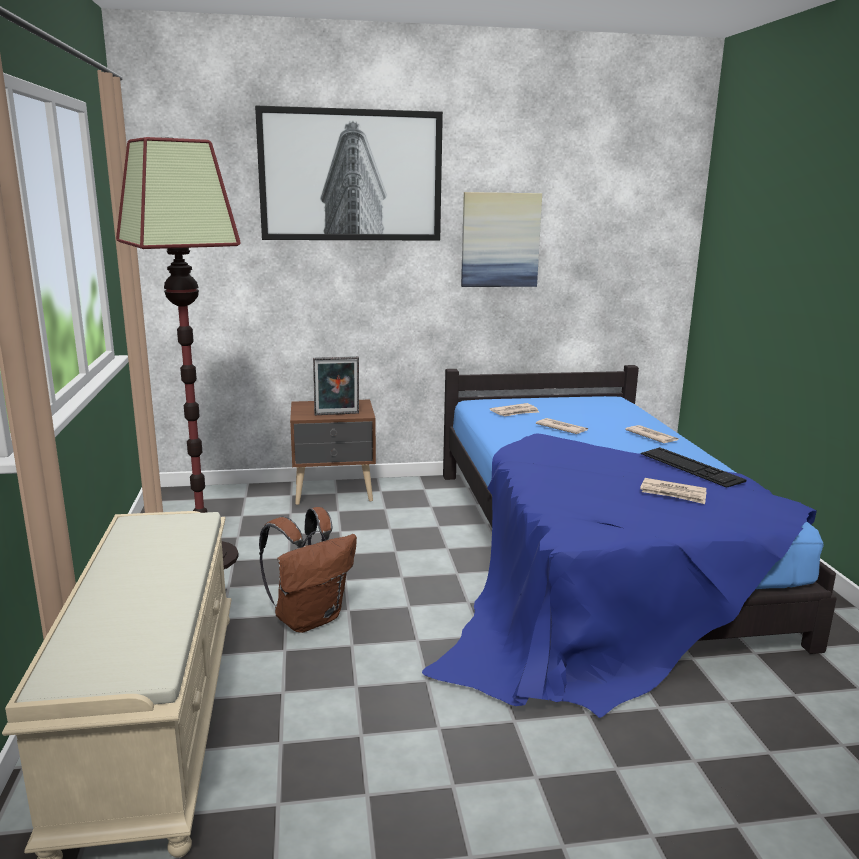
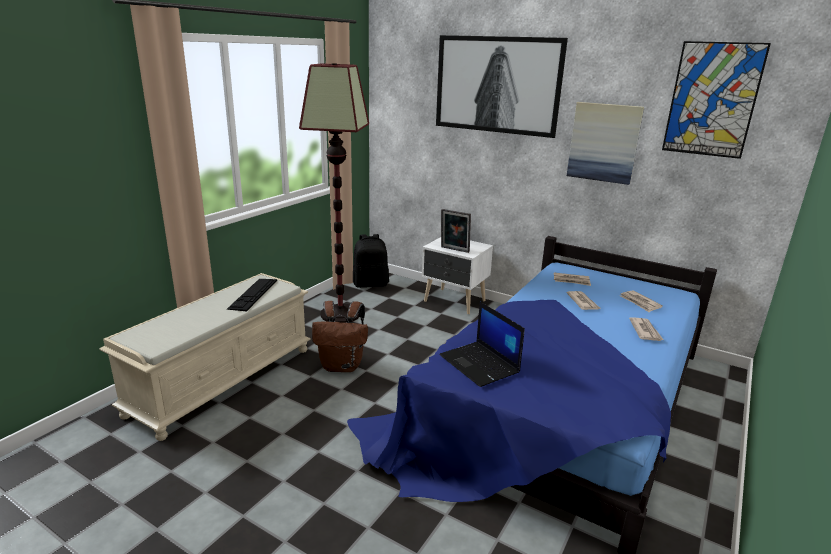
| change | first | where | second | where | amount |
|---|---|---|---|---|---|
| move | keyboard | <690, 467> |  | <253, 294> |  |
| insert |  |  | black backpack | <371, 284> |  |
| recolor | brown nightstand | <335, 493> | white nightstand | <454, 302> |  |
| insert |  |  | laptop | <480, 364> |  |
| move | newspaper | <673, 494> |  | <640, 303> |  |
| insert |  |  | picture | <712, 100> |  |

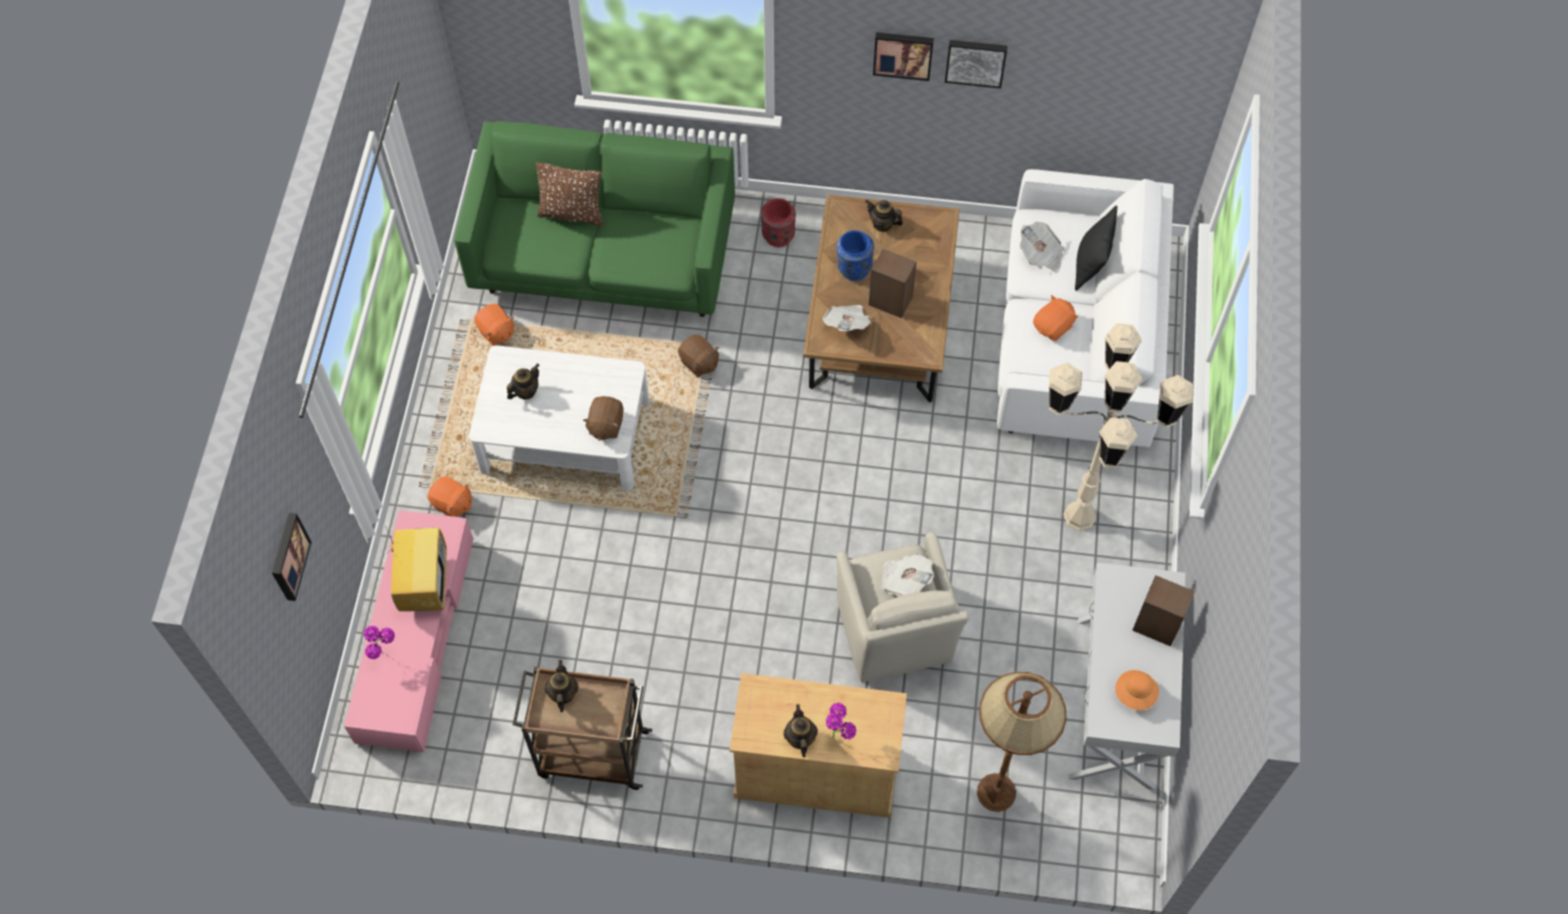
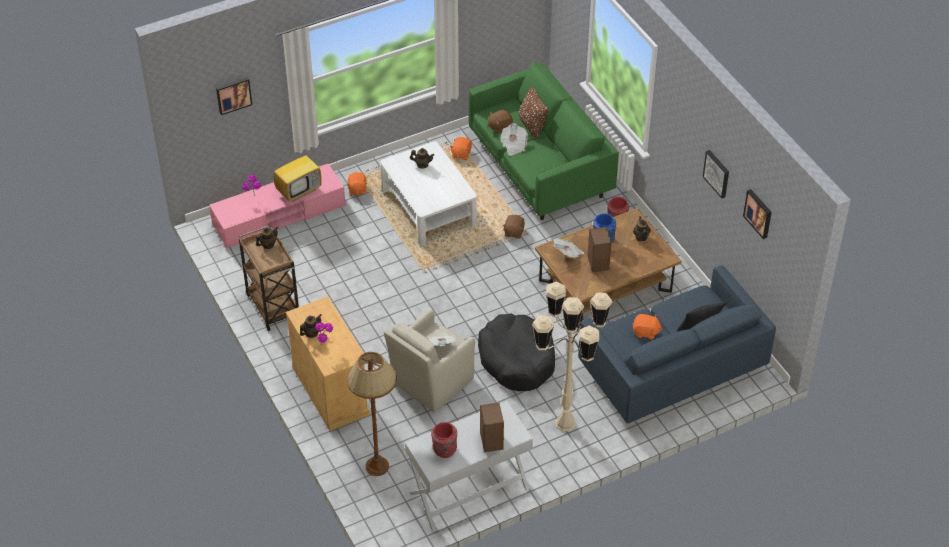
| change | first | where | second | where | amount |
|---|---|---|---|---|---|
| replace | orange hat | <1135, 694> | red vase | <444, 450> |  |
| insert |  |  | black dog bed | <517, 359> |  |
| move | brown plush toy | <605, 425> |  | <500, 127> |  |
| move | newspaper | <1041, 255> |  | <513, 145> |  |
| recolor | white sofa | <1074, 341> | blue sofa | <671, 369> |  |
| move | picture | <903, 54> |  | <759, 213> |  |

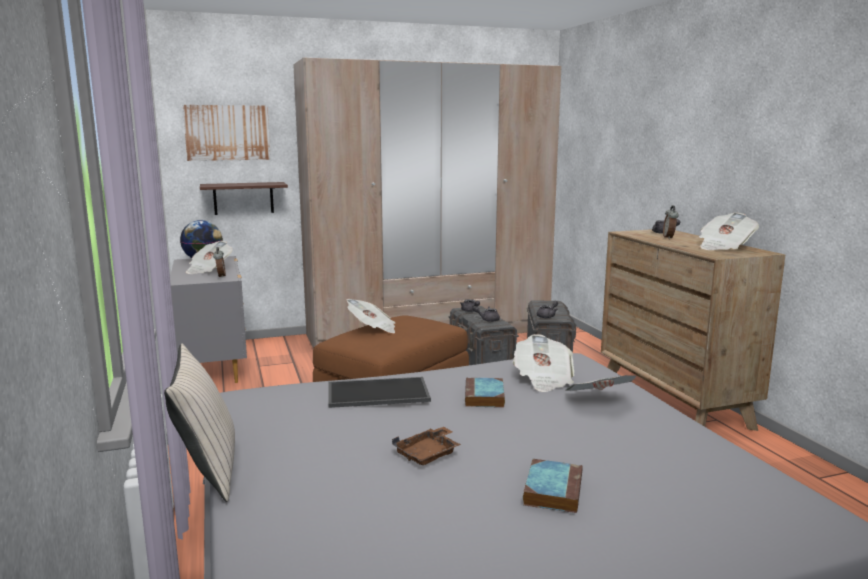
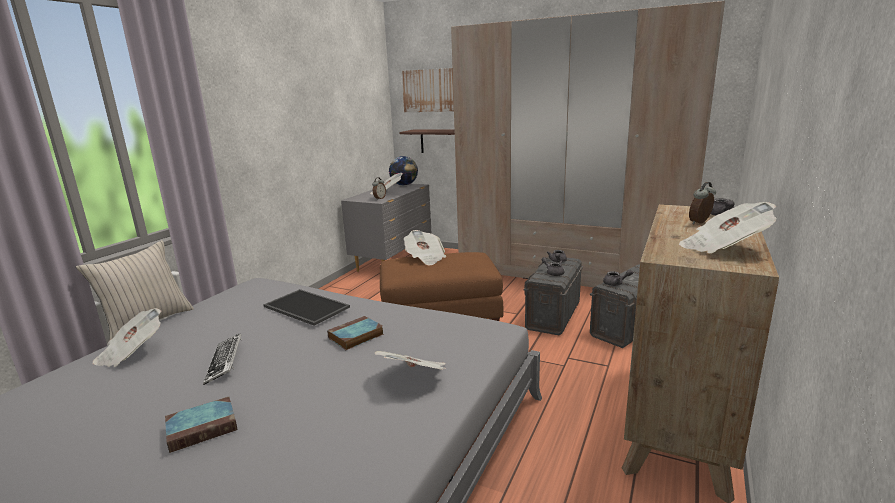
| change | first | where | second | where | amount |
|---|---|---|---|---|---|
| move | newspaper | <543, 379> |  | <132, 353> |  |
| replace | brown tray | <428, 454> | keyboard | <225, 362> |  |

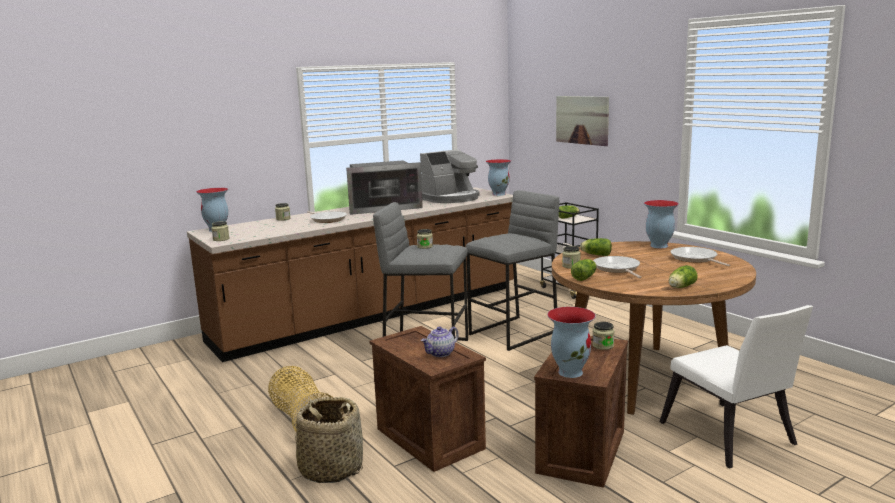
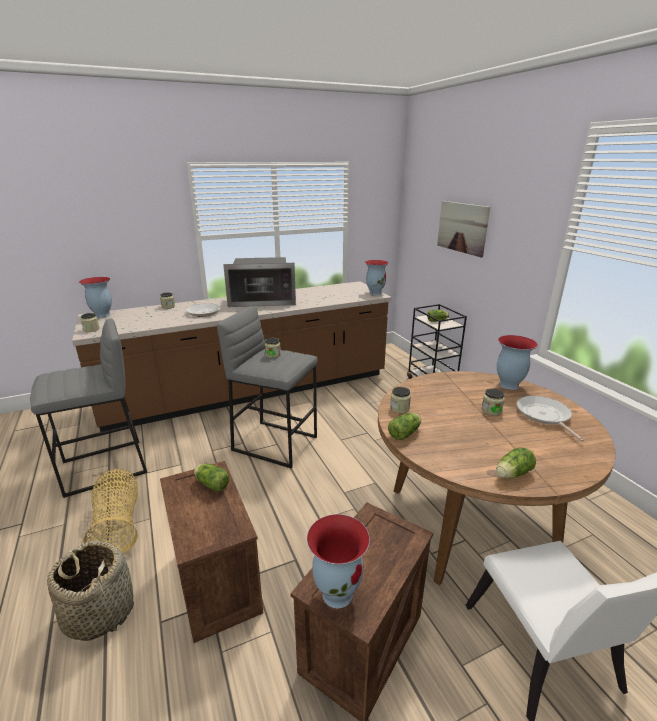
| change | first | where | second | where | amount |
|---|---|---|---|---|---|
| move | grey stool | <514, 333> |  | <104, 468> |  |
| move | lettuce | <595, 254> |  | <211, 484> |  |
| move | jar | <603, 346> |  | <491, 410> |  |
| delete | coffee machine | <451, 198> |  |  |  |
| delete | teapot | <440, 353> |  |  |  |
| delete | frying pan | <617, 269> |  |  |  |

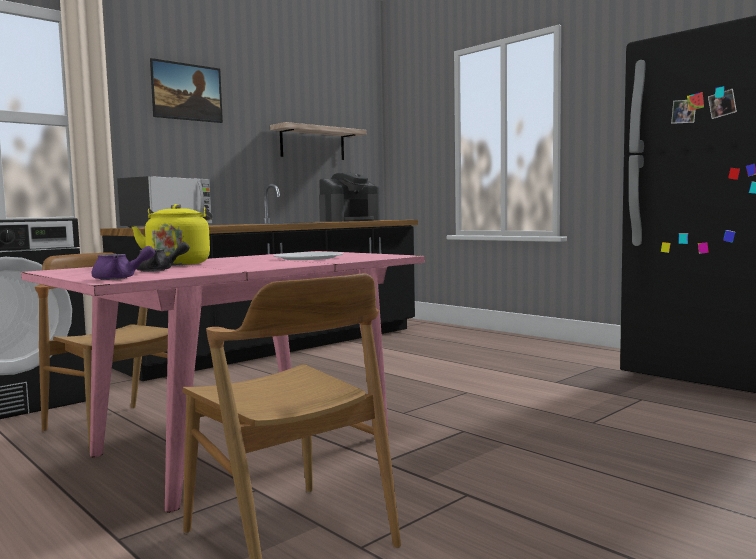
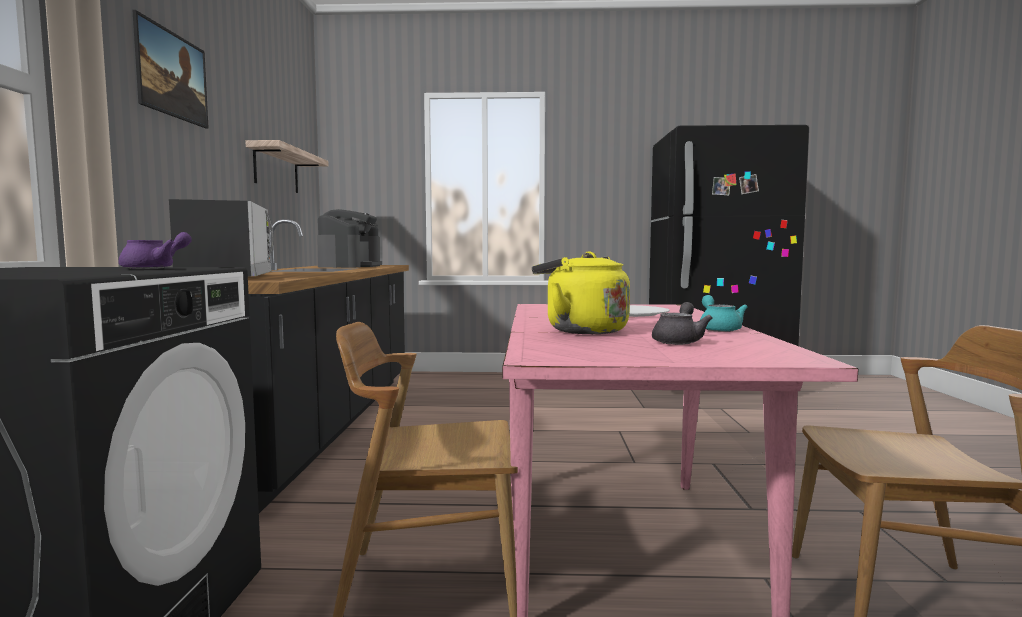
| change | first | where | second | where | amount |
|---|---|---|---|---|---|
| move | purple teapot | <120, 278> |  | <156, 268> |  |
| insert |  |  | turquoise teapot | <718, 329> |  |

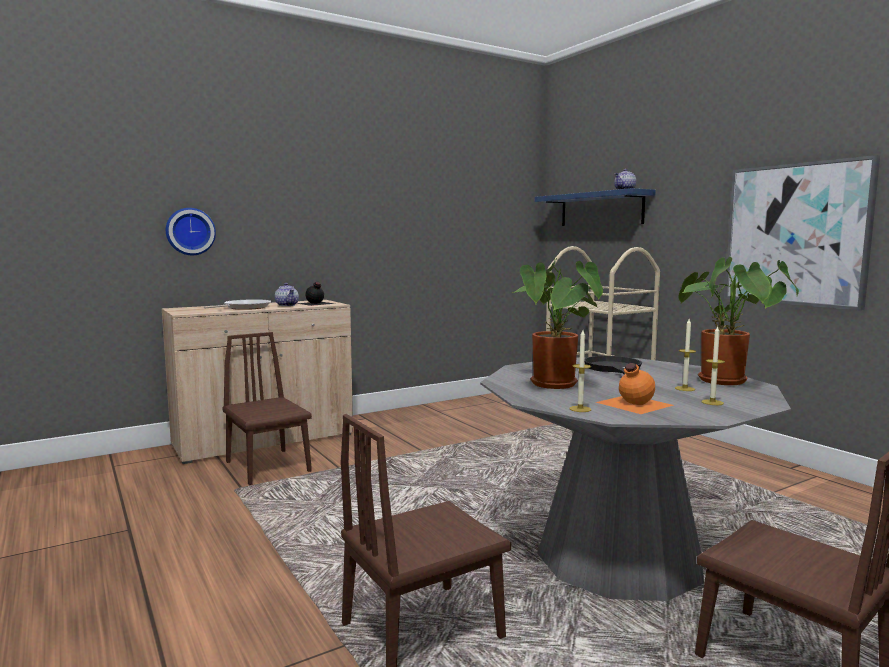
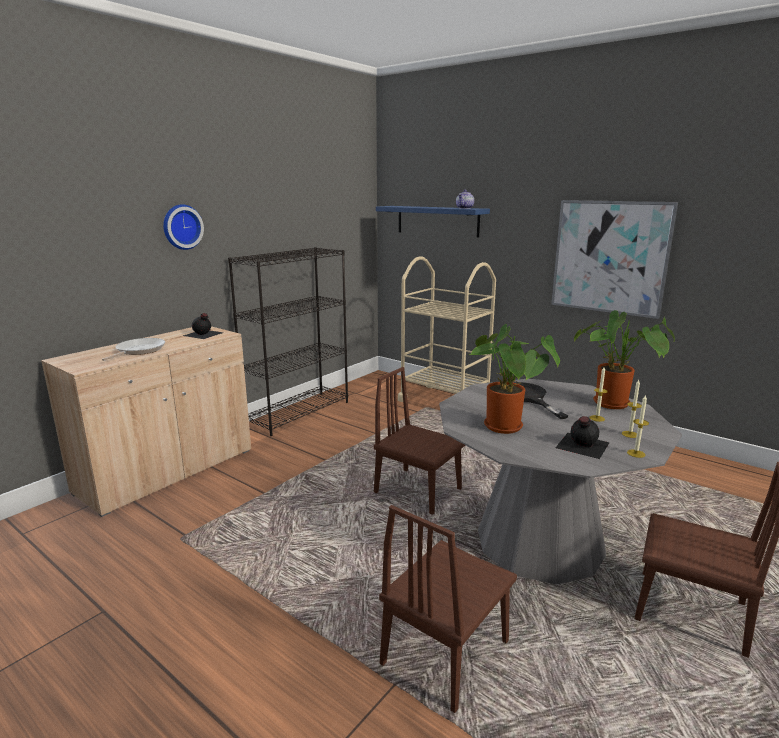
| change | first | where | second | where | amount |
|---|---|---|---|---|---|
| move | wall clock | <190, 231> |  | <181, 227> |  |
| insert |  |  | black bookcase | <298, 412> |  |
| move | brown chair | <268, 466> |  | <418, 491> |  |
| recolor | orange bottle | <633, 403> | black bottle | <581, 445> |  |
| move | candle | <580, 409> |  | <636, 453> |  |
| delete | teapot | <287, 305> |  |  |  |

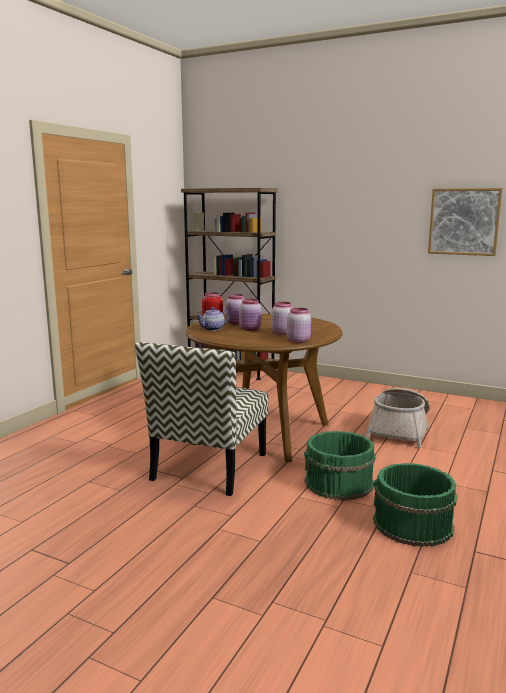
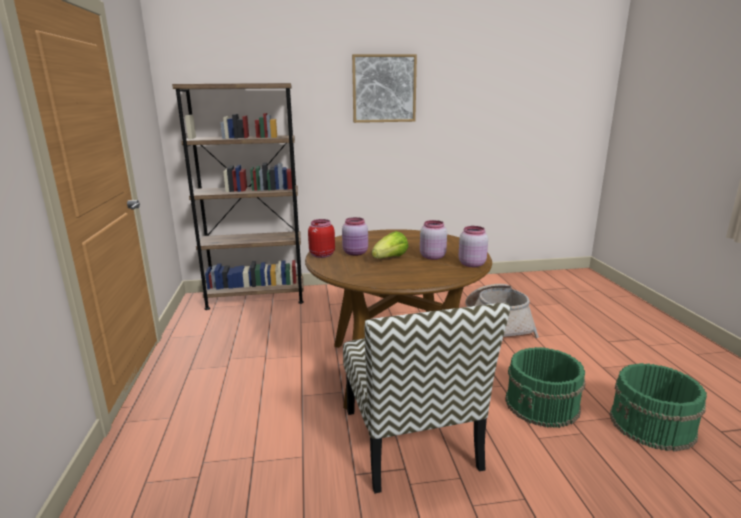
| change | first | where | second | where | amount |
|---|---|---|---|---|---|
| move | picture | <464, 221> |  | <384, 88> |  |
| replace | pink jar | <250, 329> | lettuce | <390, 258> |  |
| delete | teapot | <213, 329> |  |  |  |

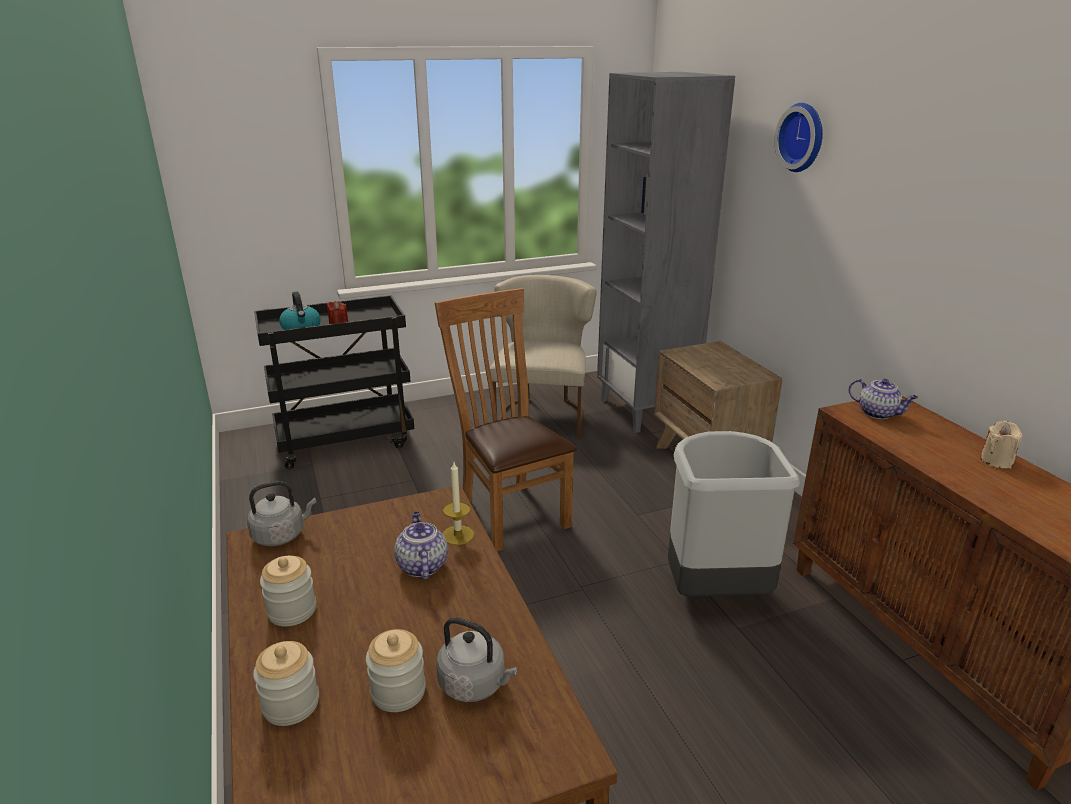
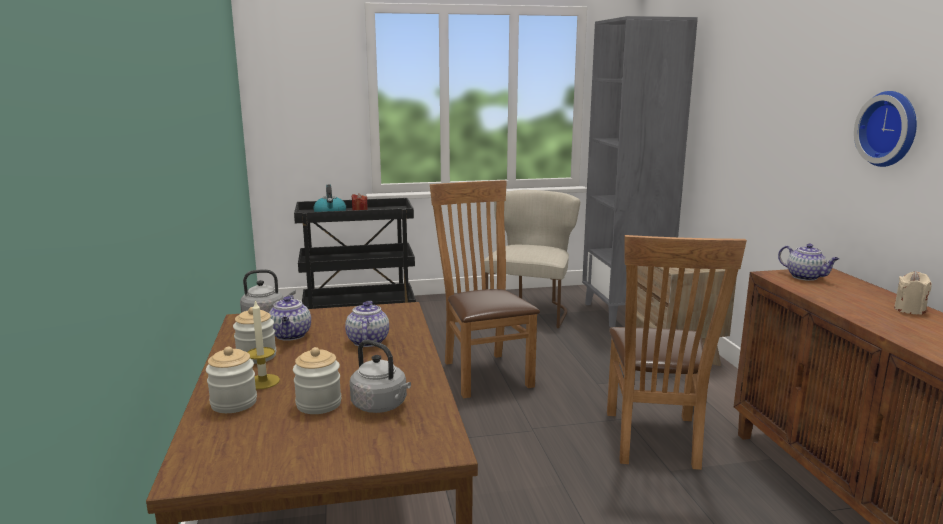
| change | first | where | second | where | amount |
|---|---|---|---|---|---|
| move | candle | <458, 535> |  | <263, 381> |  |
| insert |  |  | teapot | <291, 335> |  |
| replace | grey trash can | <714, 591> | brown chair | <654, 442> |  |
| move | wall clock | <803, 137> |  | <890, 129> |  |

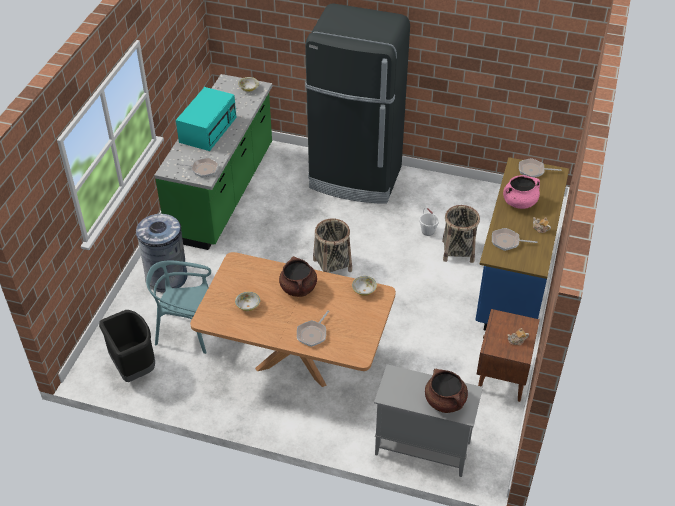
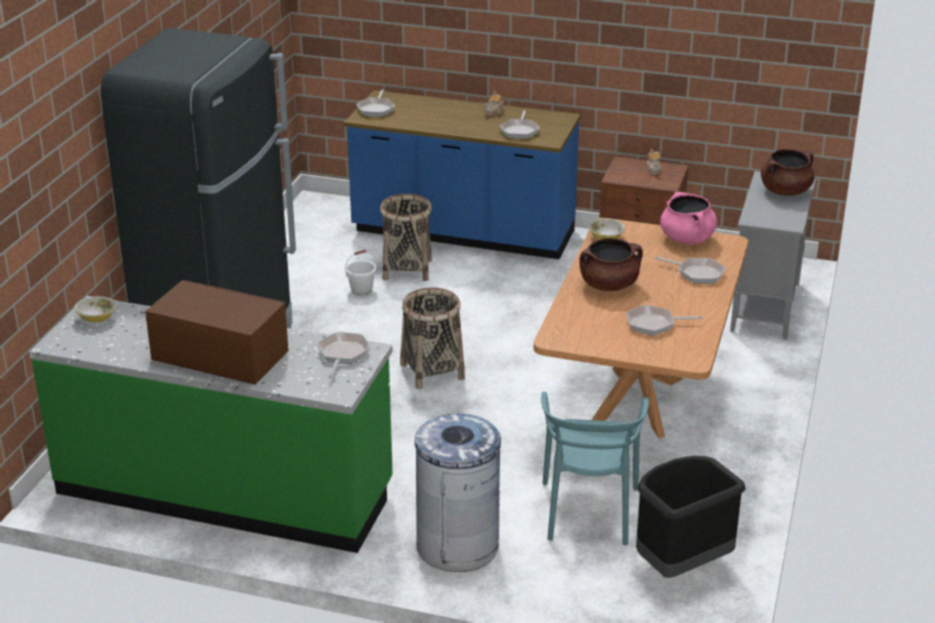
| change | first | where | second | where | amount |
|---|---|---|---|---|---|
| recolor | turquoise microwave | <208, 129> | brown microwave | <218, 355> |  |
| replace | bowl | <248, 306> | frying pan | <654, 324> |  |
| move | pink cooking pot | <519, 202> |  | <687, 239> |  |

